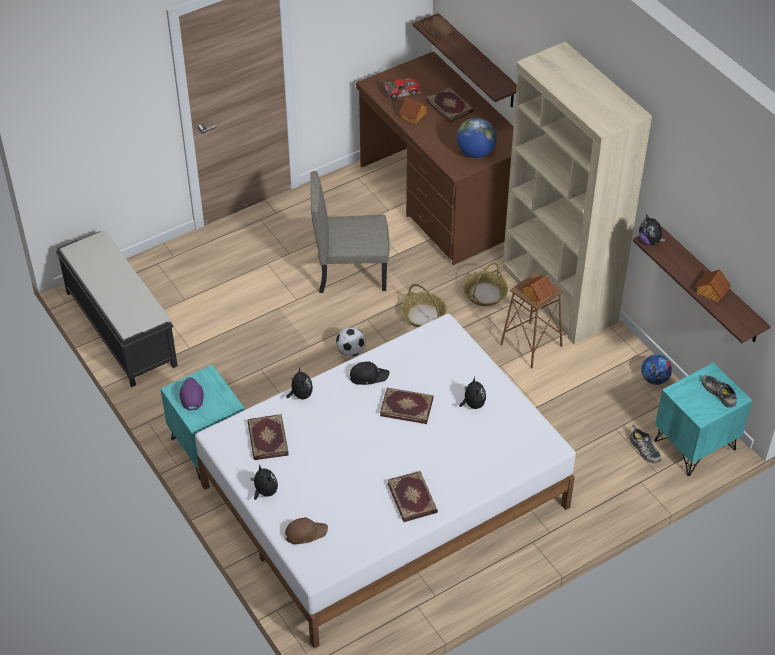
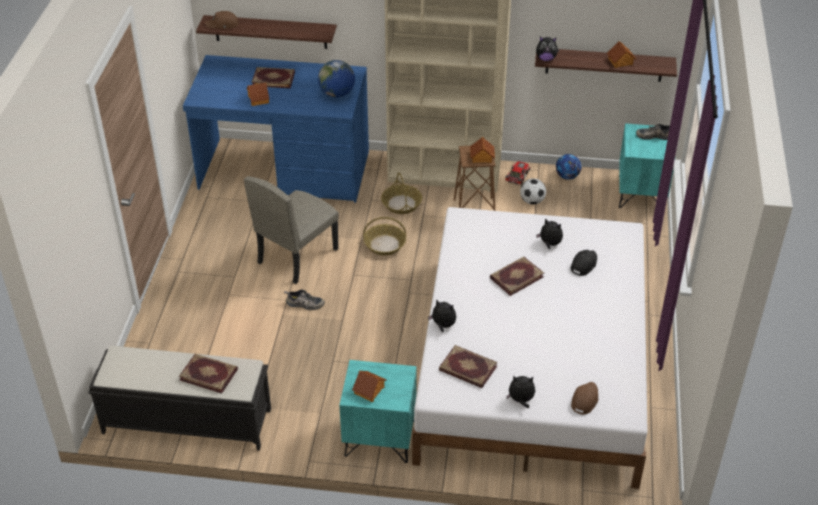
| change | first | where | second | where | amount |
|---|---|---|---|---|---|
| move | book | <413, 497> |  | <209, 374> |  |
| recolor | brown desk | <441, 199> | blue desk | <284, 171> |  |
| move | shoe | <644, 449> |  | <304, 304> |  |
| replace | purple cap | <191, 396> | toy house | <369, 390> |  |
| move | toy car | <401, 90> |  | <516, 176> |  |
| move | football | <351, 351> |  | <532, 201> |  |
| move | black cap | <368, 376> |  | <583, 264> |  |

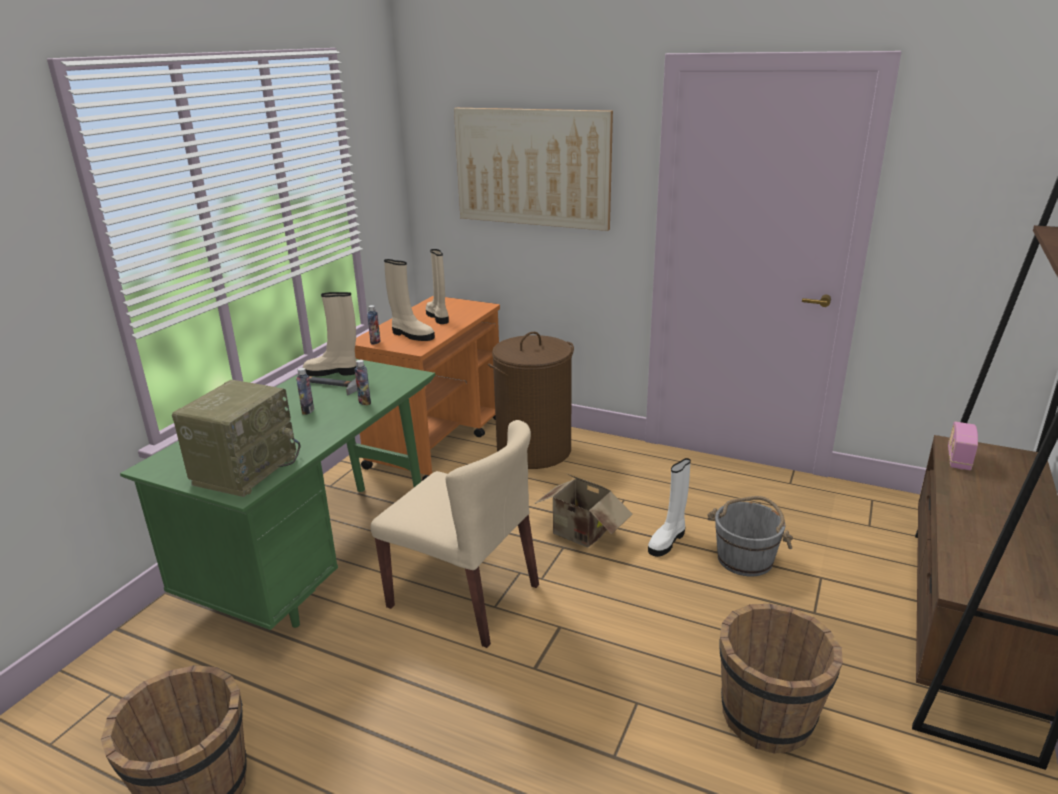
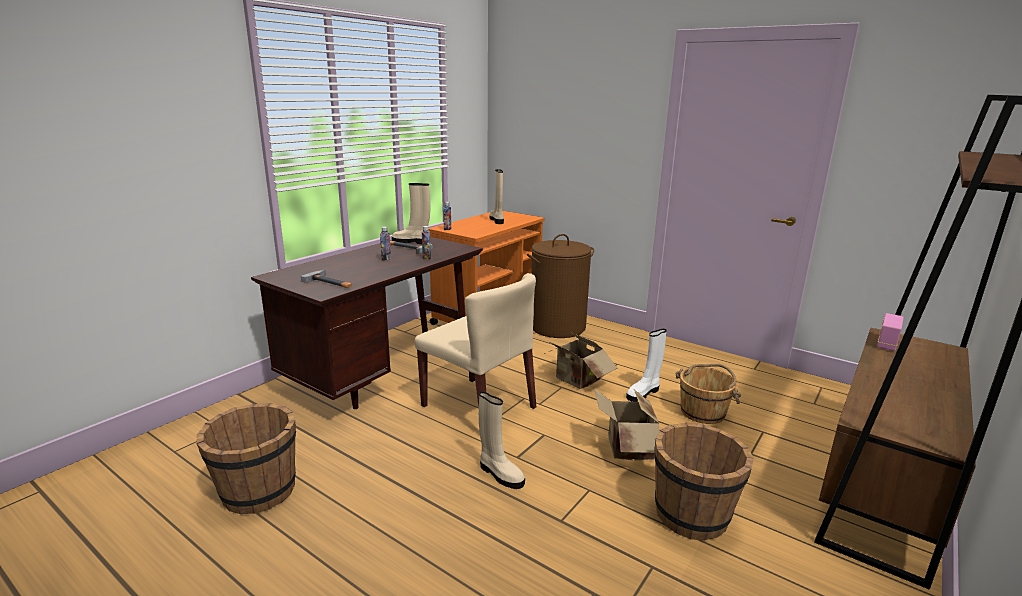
| change | first | where | second | where | amount |
|---|---|---|---|---|---|
| recolor | green desk | <320, 559> | brown desk | <384, 372> |  |
| replace | radio | <245, 469> | hammer | <331, 283> |  |
| move | beige boot | <411, 335> |  | <500, 474> |  |
| insert |  |  | cardboard box | <626, 449> |  |
| recolor | grey bucket | <745, 559> | brown bucket | <703, 412> |  |
| delete | picture | <532, 167> |  |  |  |

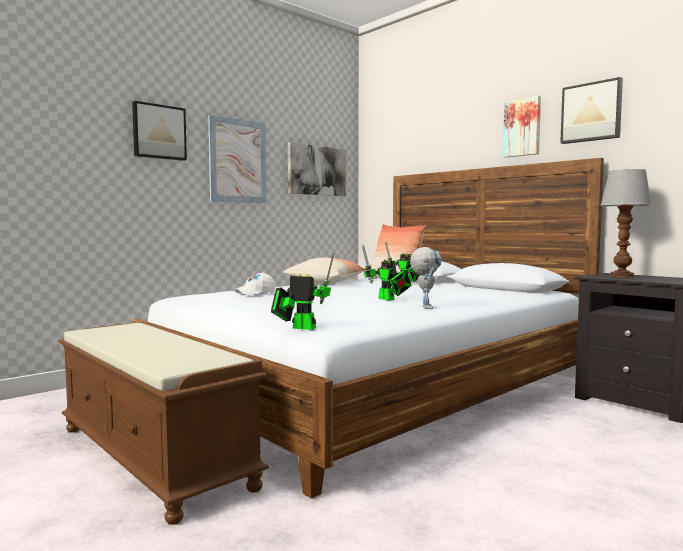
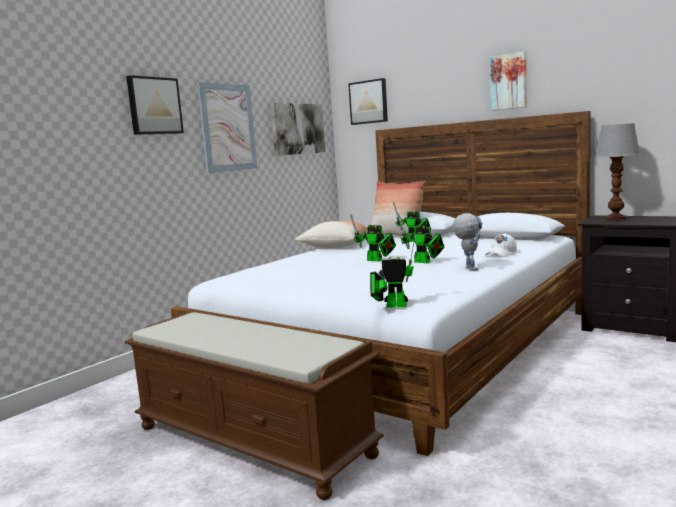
| change | first | where | second | where | amount |
|---|---|---|---|---|---|
| move | picture | <591, 112> |  | <369, 102> |  |
| insert |  |  | toy robot | <376, 260> |  |
| move | white cap | <255, 293> |  | <501, 254> |  |

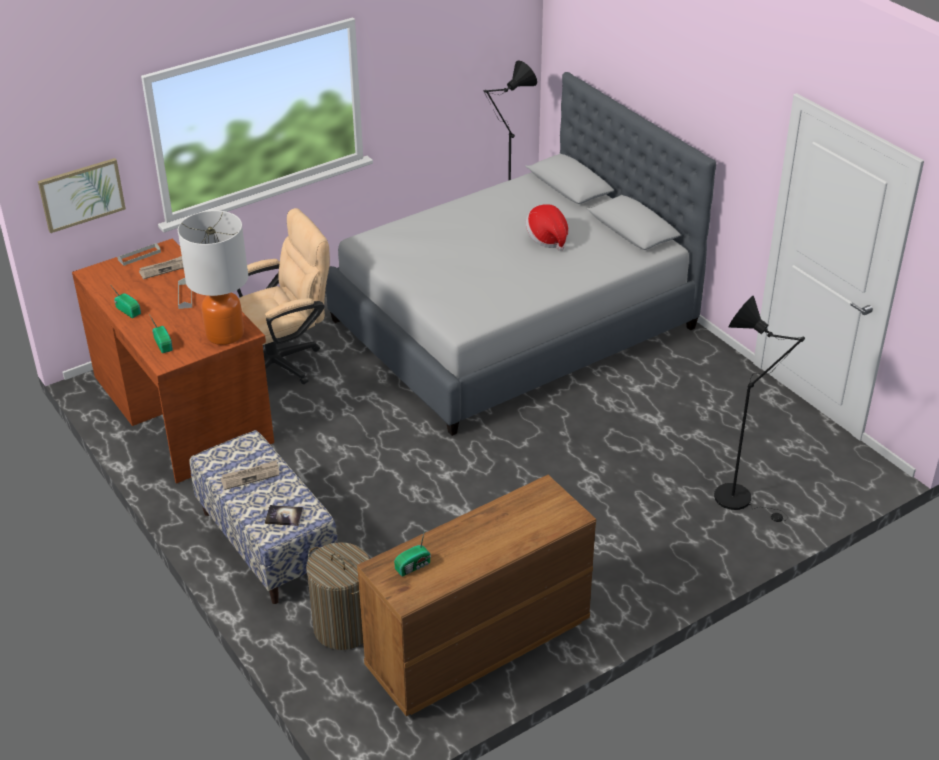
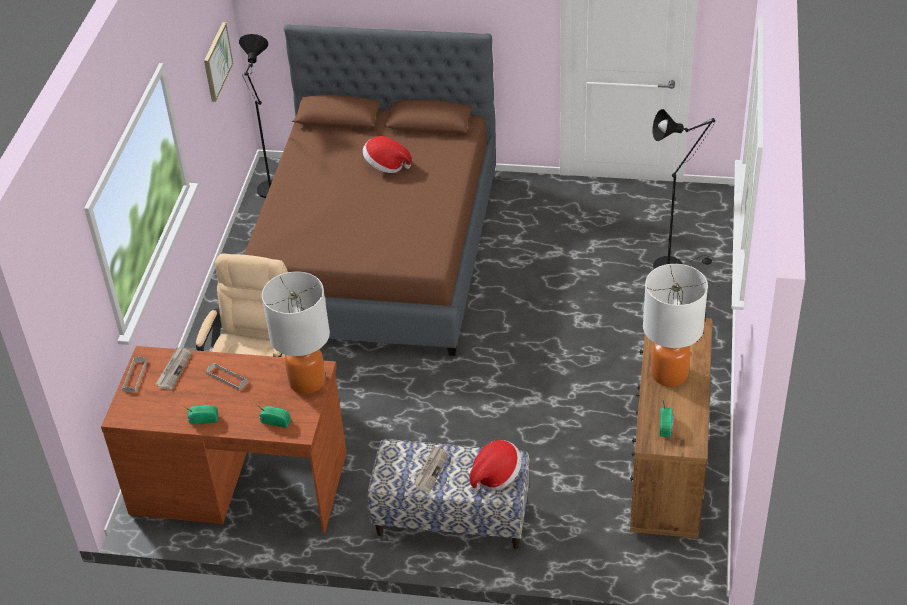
| change | first | where | second | where | amount |
|---|---|---|---|---|---|
| move | picture | <81, 194> |  | <217, 61> |  |
| recolor | grey bed | <513, 324> | brown bed | <376, 252> |  |
| replace | book | <284, 516> | hat | <495, 475> |  |
| insert |  |  | table lamp | <669, 374> |  |
| delete | laundry basket | <343, 627> |  |  |  |

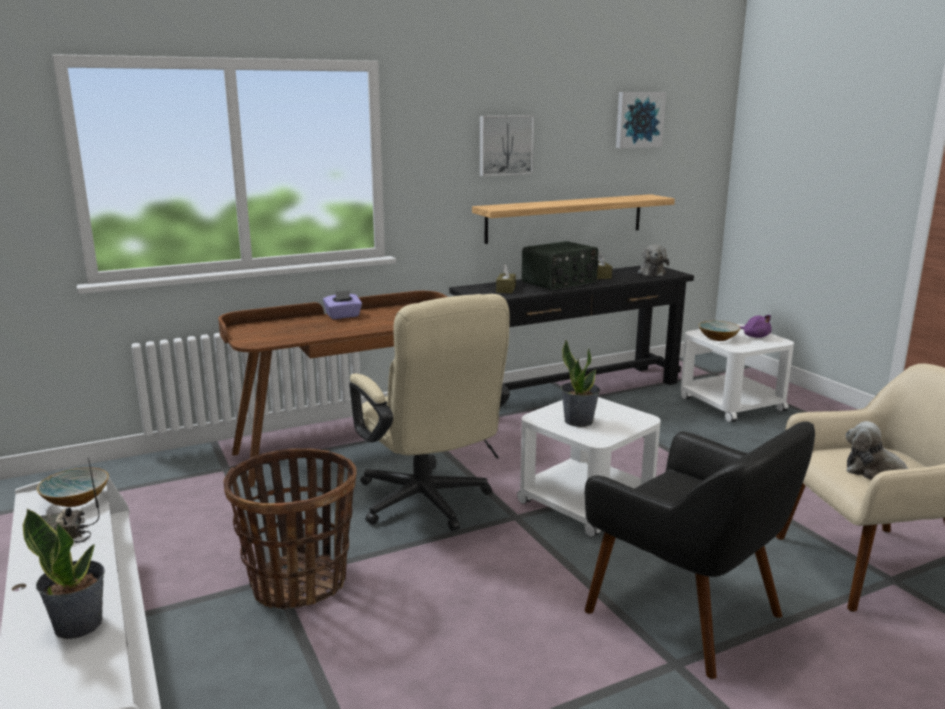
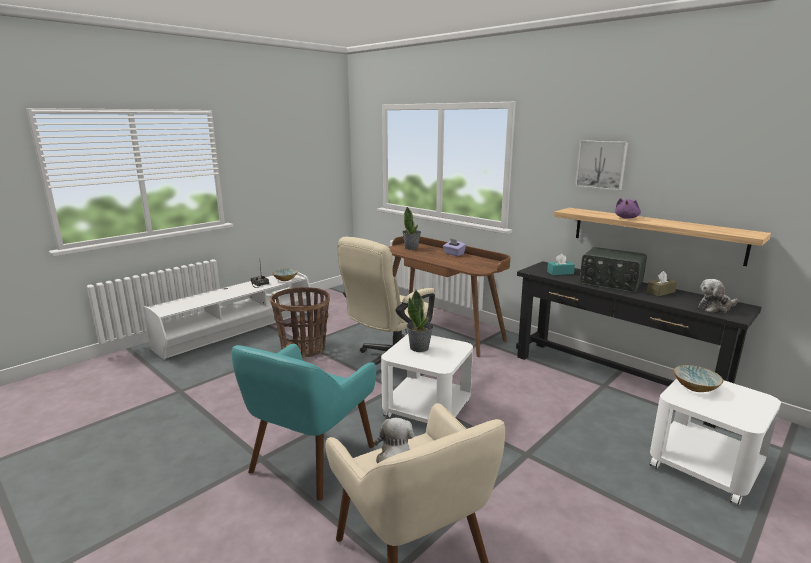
| change | first | where | second | where | amount |
|---|---|---|---|---|---|
| recolor | black armchair | <686, 614> | turquoise armchair | <310, 459> |  |
| move | potted plant | <79, 624> |  | <411, 248> |  |
| recolor | brown tissue box | <506, 289> | turquoise tissue box | <560, 273> |  |
| move | purple plush toy | <755, 336> |  | <627, 218> |  |
| delete | picture | <638, 119> |  |  |  |

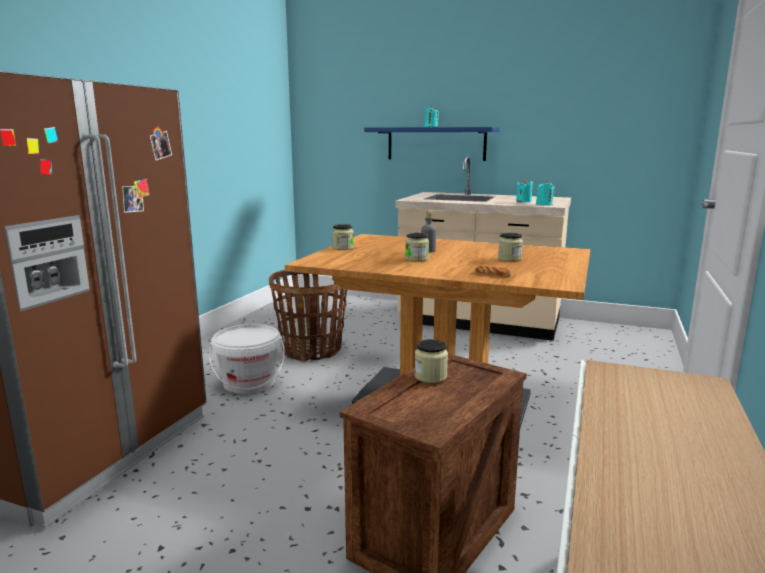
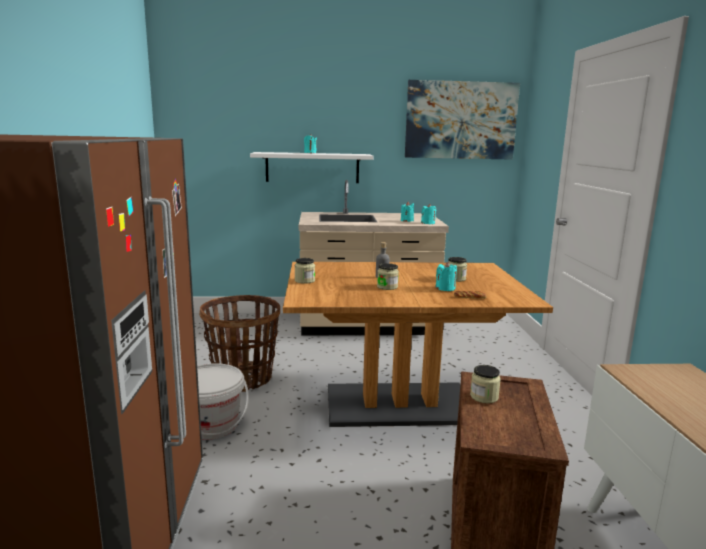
| change | first | where | second | where | amount |
|---|---|---|---|---|---|
| recolor | blue shelf | <436, 144> | white shelf | <312, 167> |  |
| insert |  |  | picture | <460, 120> |  |
| insert |  |  | turquoise candle | <445, 289> |  |

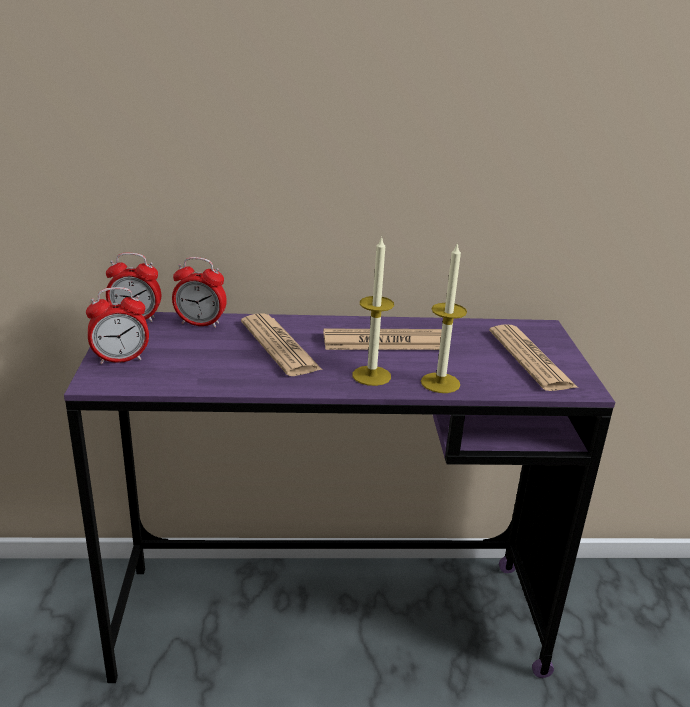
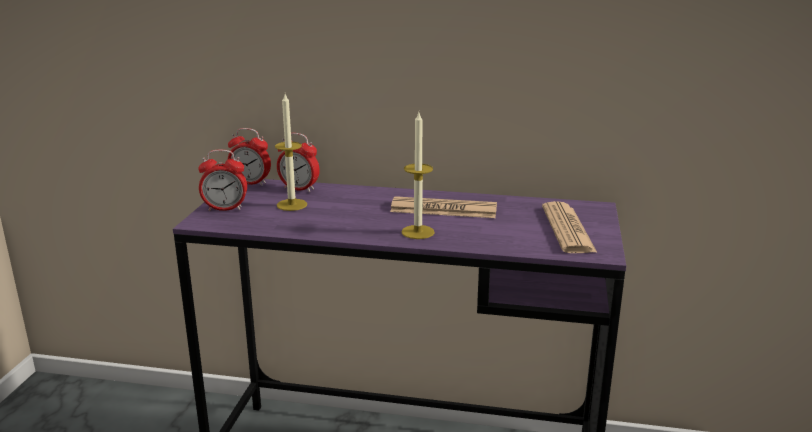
| change | first | where | second | where | amount |
|---|---|---|---|---|---|
| move | candle | <440, 383> |  | <292, 205> |  |
| delete | newspaper | <279, 346> |  |  |  |

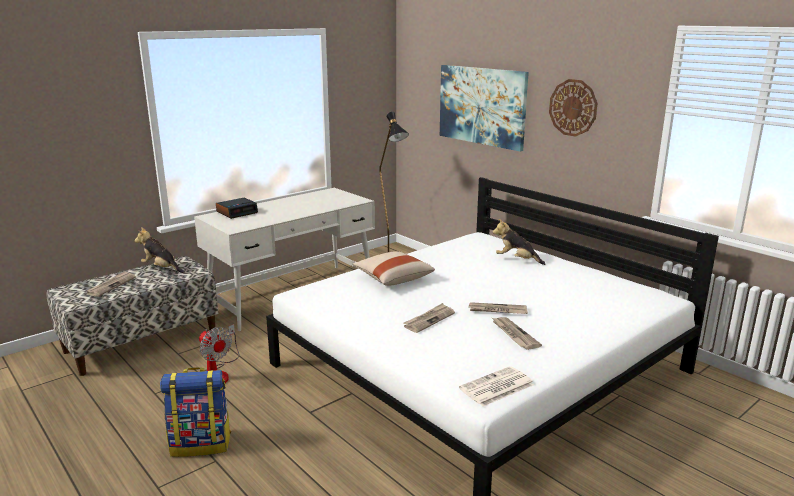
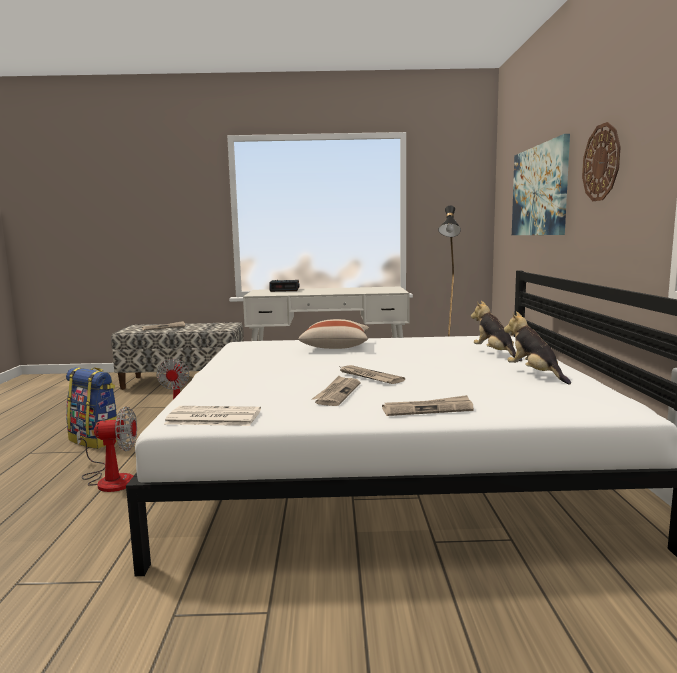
| change | first | where | second | where | amount |
|---|---|---|---|---|---|
| insert |  |  | fan | <110, 479> |  |
| move | newspaper | <429, 319> |  | <428, 409> |  |
| move | plush toy | <161, 268> |  | <534, 374> |  |

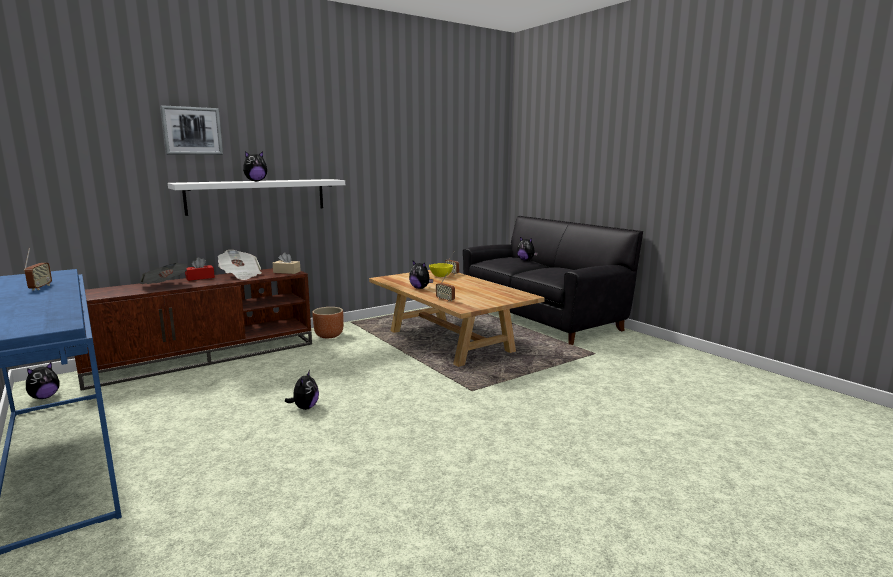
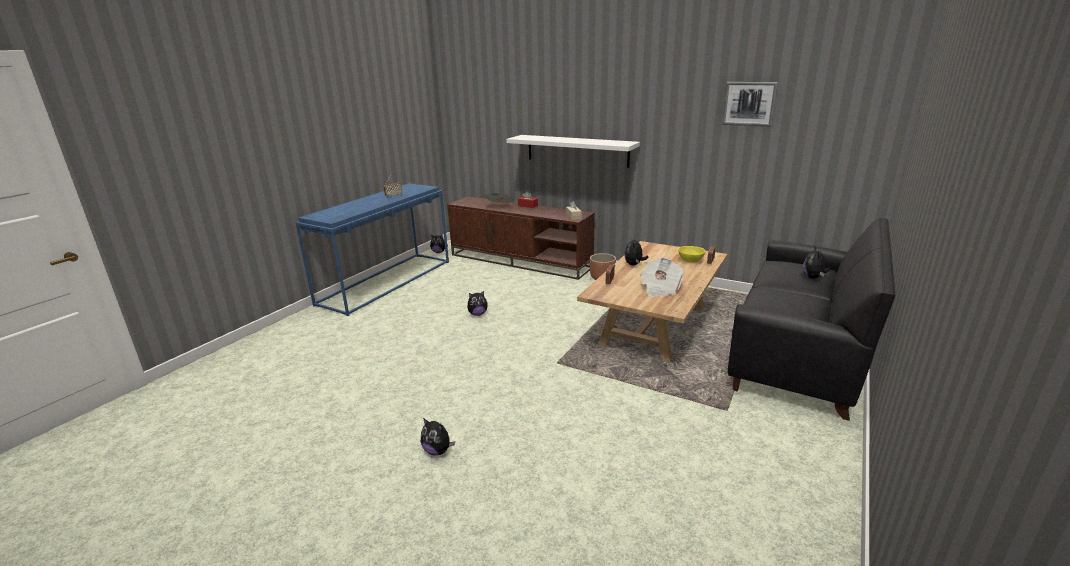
| change | first | where | second | where | amount |
|---|---|---|---|---|---|
| move | plush toy | <256, 181> |  | <438, 451> |  |
| move | newspaper | <240, 276> |  | <660, 289> |  |
| move | picture | <192, 131> |  | <749, 103> |  |

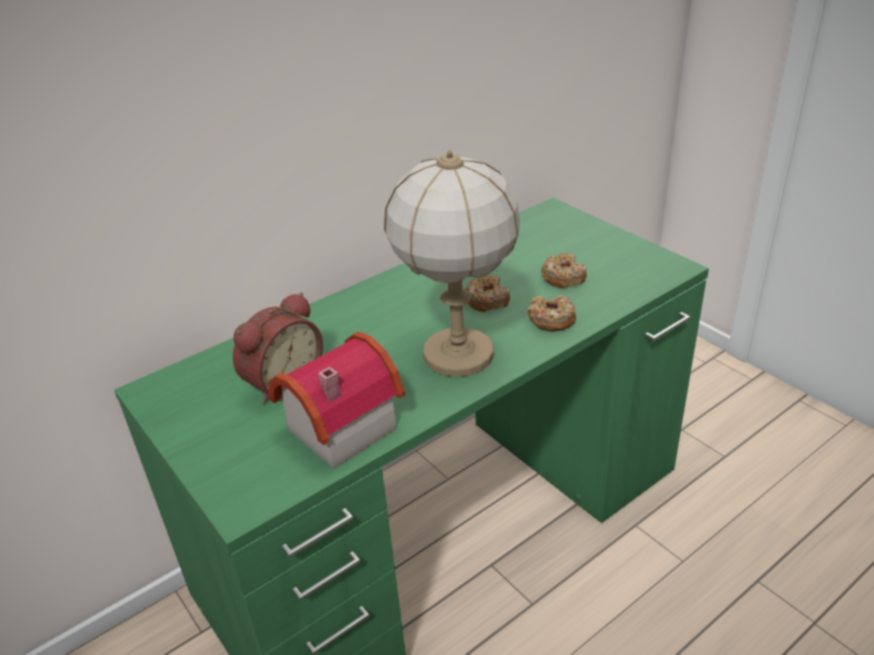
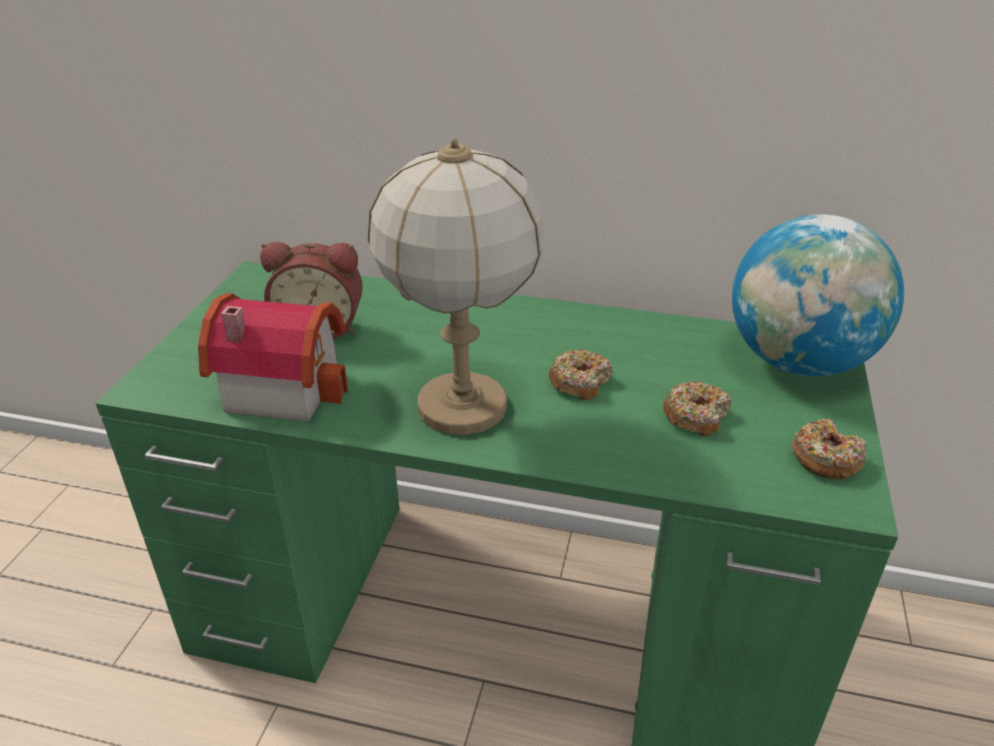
| change | first | where | second | where | amount |
|---|---|---|---|---|---|
| insert |  |  | globe | <798, 362> |  |
| move | donut | <551, 320> |  | <825, 459> |  |

